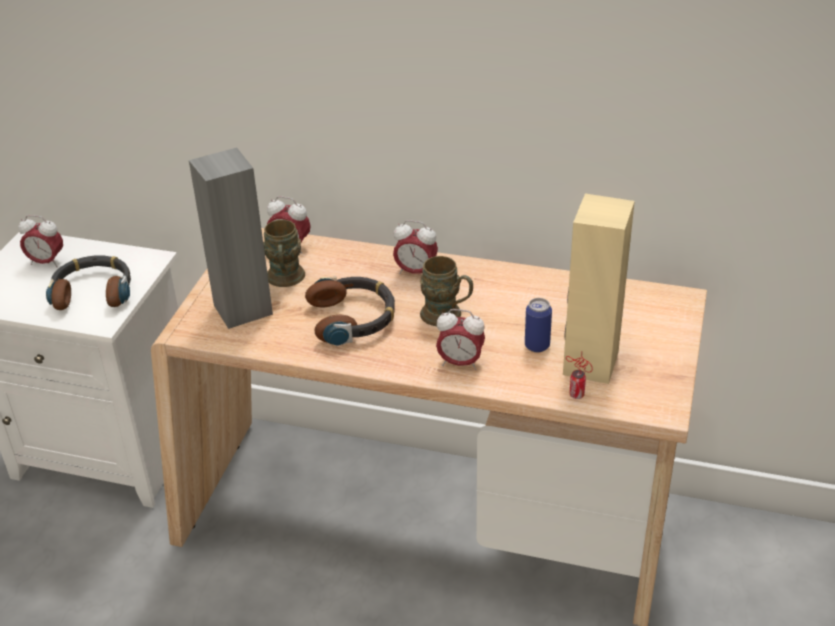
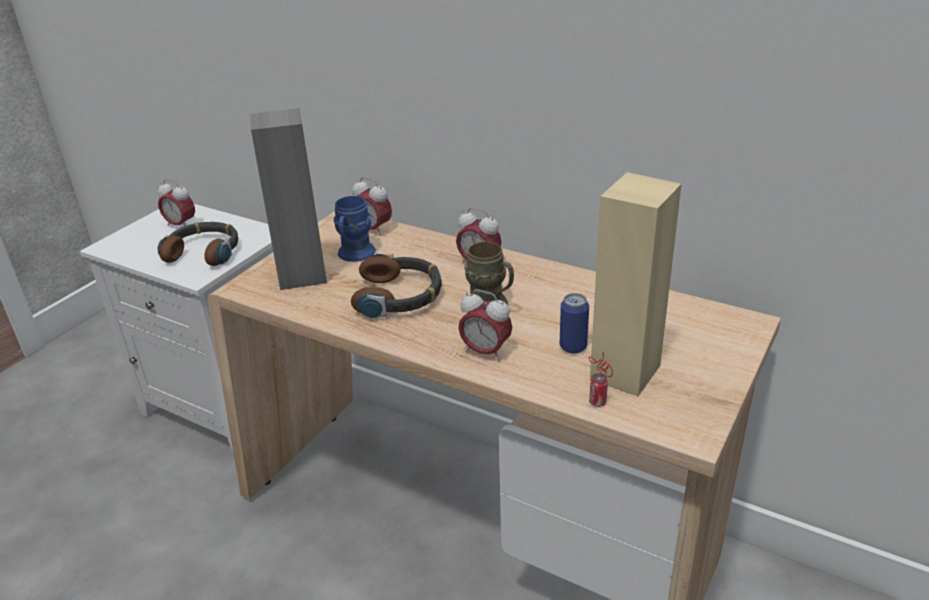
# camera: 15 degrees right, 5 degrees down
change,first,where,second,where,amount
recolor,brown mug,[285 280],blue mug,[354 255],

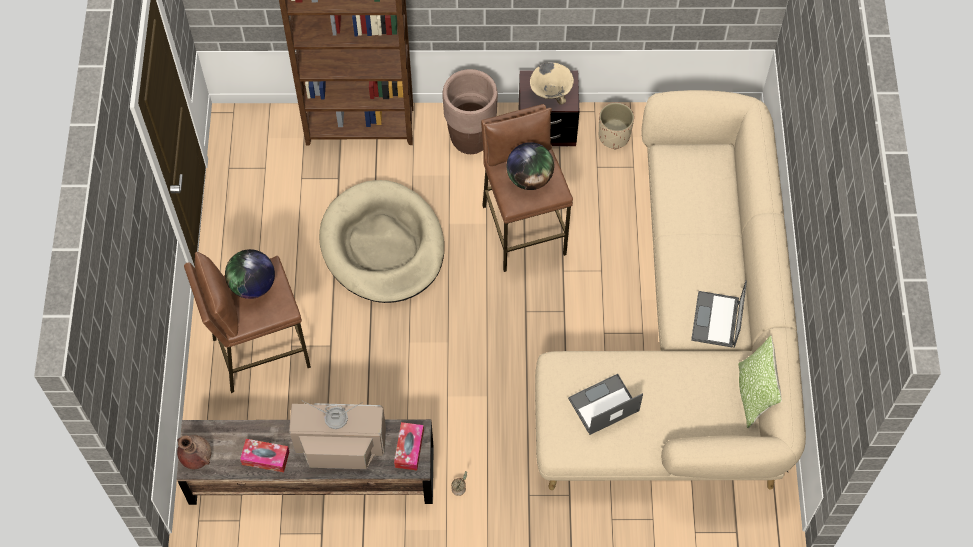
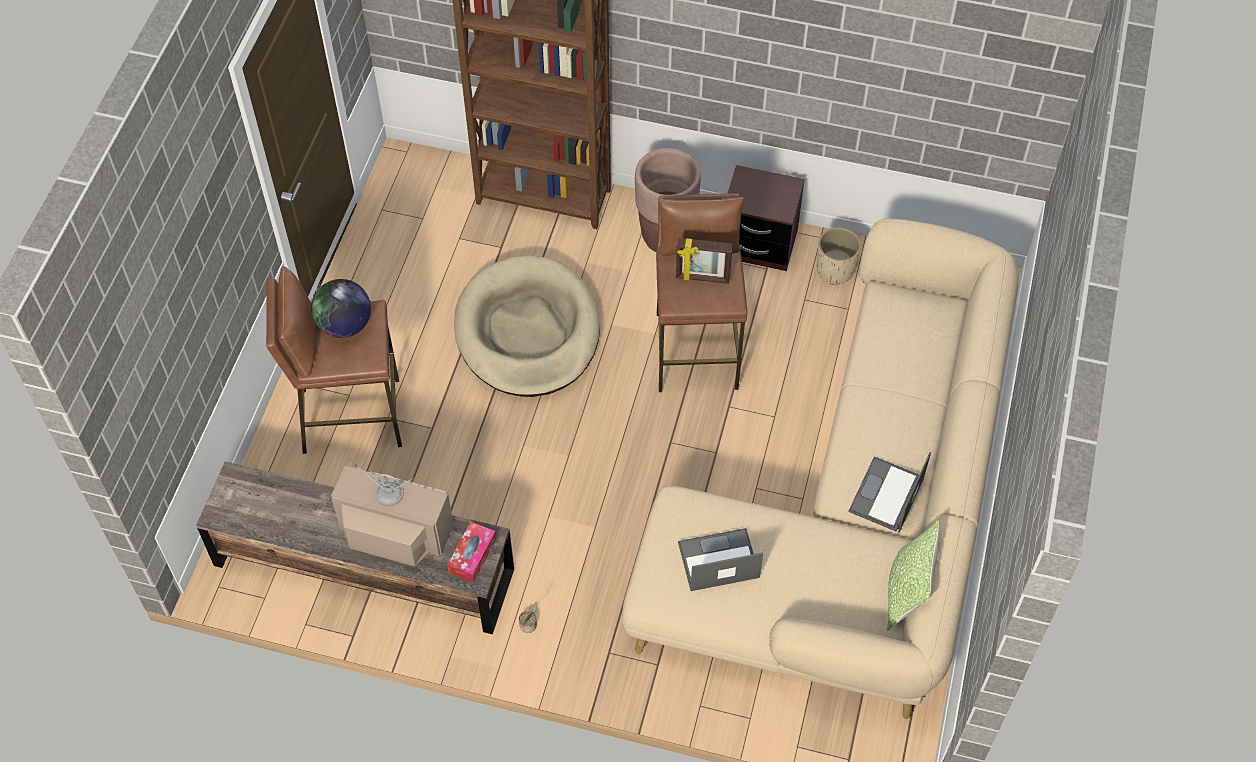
# camera: 15 degrees right, 5 degrees down
change,first,where,second,where,amount
delete,brown vase,[196 457],,,
delete,tissue box,[265 458],,,
delete,beige bowl,[551 91],,,
replace,globe,[529 178],picture frame,[702 278],

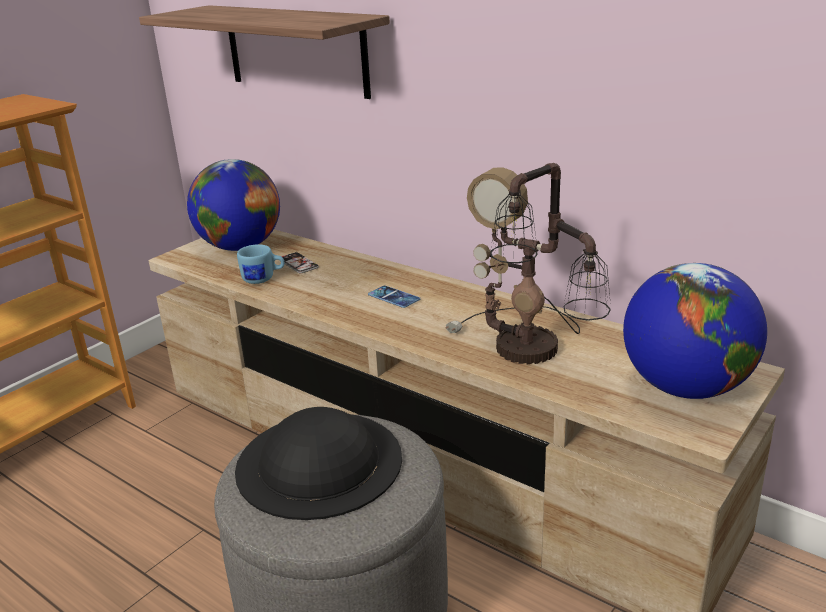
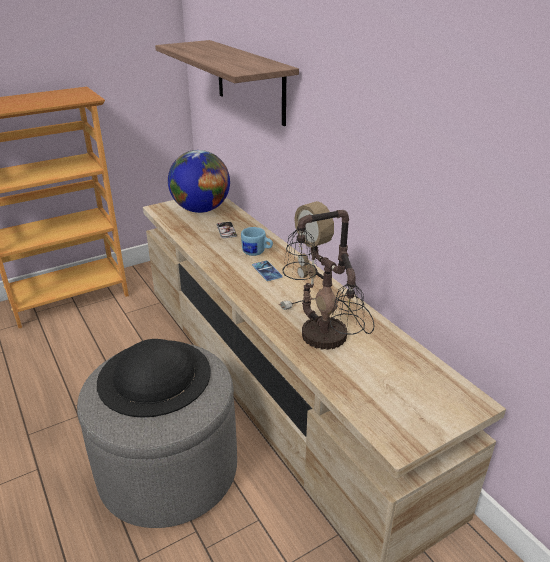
# camera: 20 degrees right, 5 degrees up
change,first,where,second,where,amount
delete,globe,[686 387],,,
move,blue mug,[263 279],,[257 253],

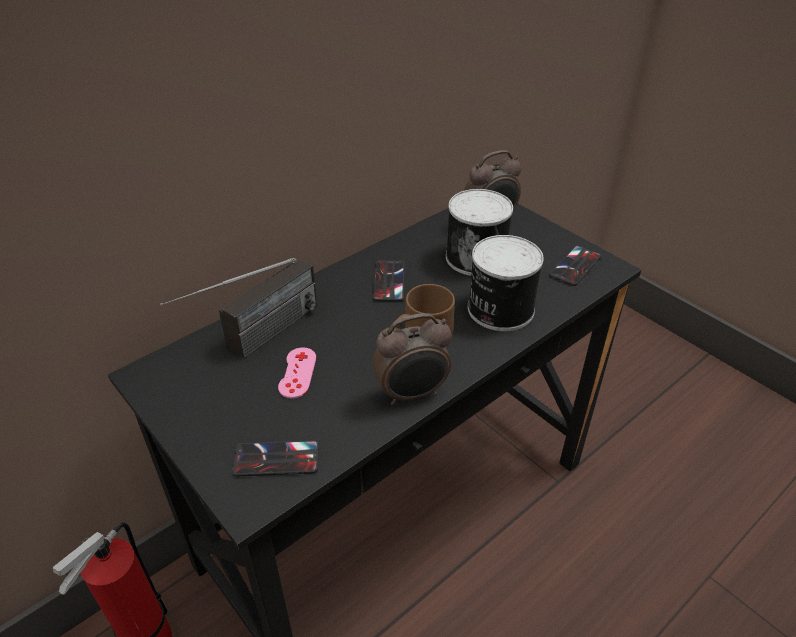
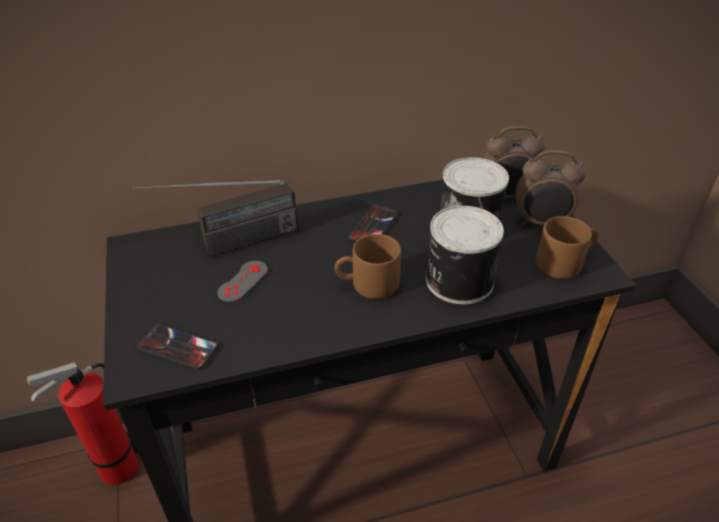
# camera: 25 degrees right, 0 degrees up
change,first,where,second,where,amount
move,alarm clock,[412 394],,[541 223],
replace,phone,[575 266],brown mug,[564 261],
recolor,pink game controller,[297 372],grey game controller,[243 281],

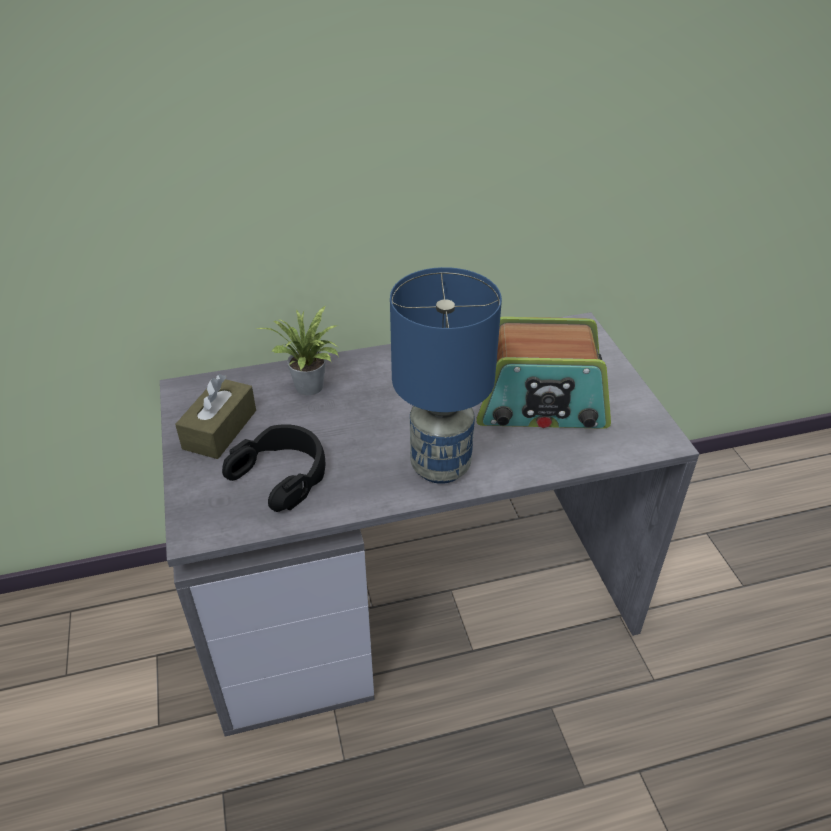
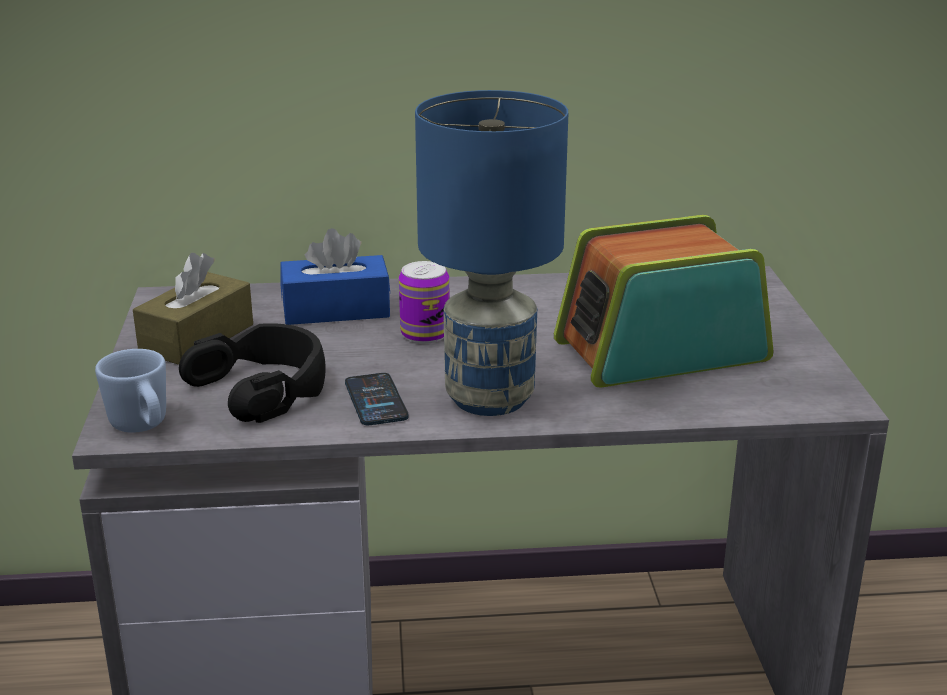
# camera: 10 degrees right, 15 degrees down
change,first,where,second,where,amount
insert,,,blue mug,[142 427],
insert,,,phone,[376 400],
insert,,,can,[425 334],
replace,potted plant,[310 389],blue tissue box,[336 310],
rotate,radio,[540 405],,[659 350],150 degrees clockwise

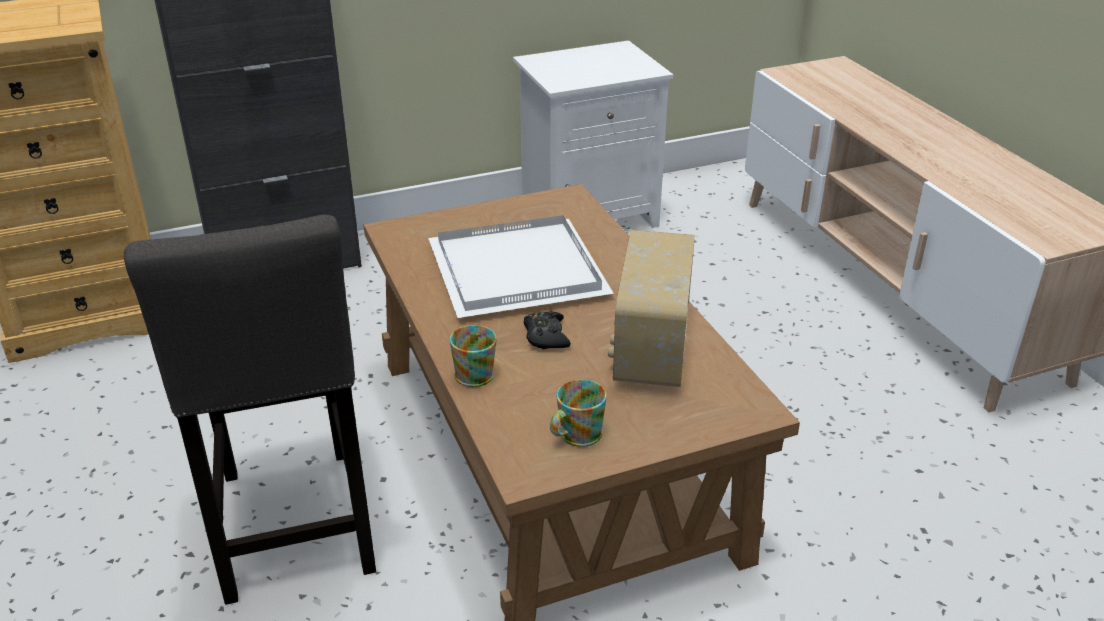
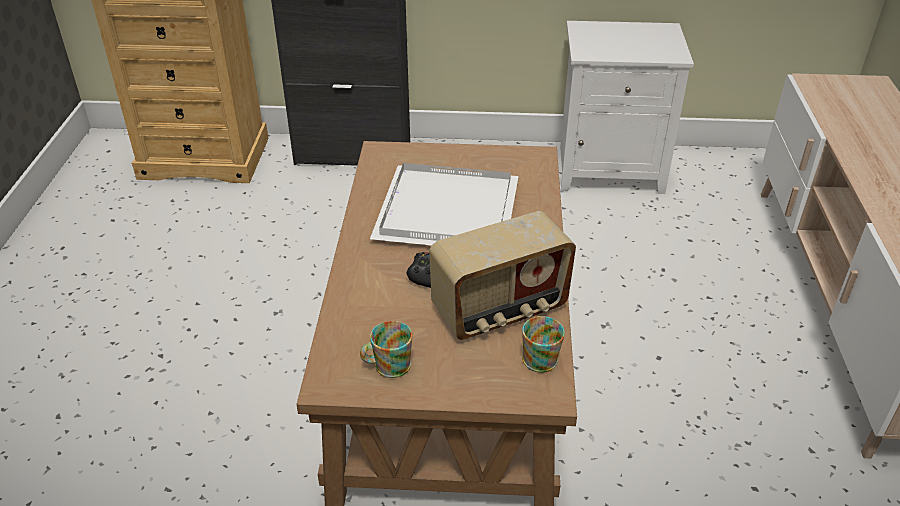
# camera: 25 degrees right, 5 degrees up
change,first,where,second,where,amount
delete,grey stool,[294 531],,,
move,mug,[476 372],,[543 357],
rotate,radio,[649 350],,[500 311],150 degrees counterclockwise

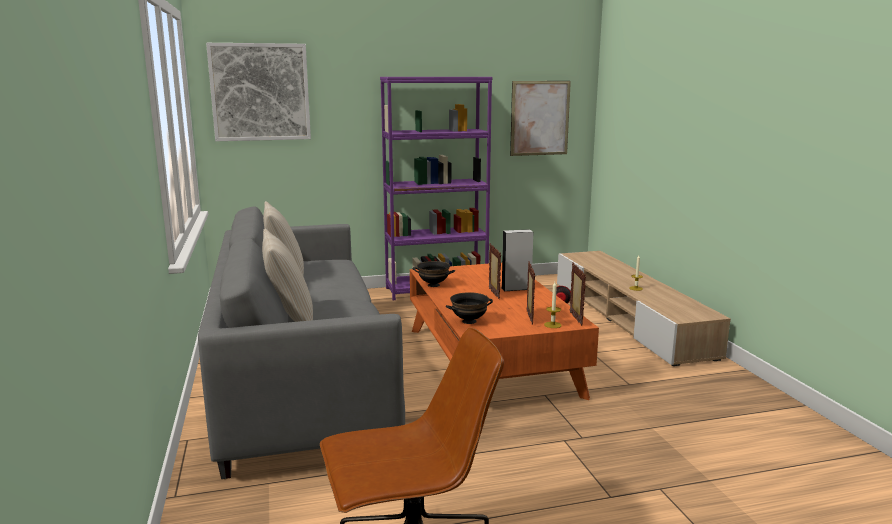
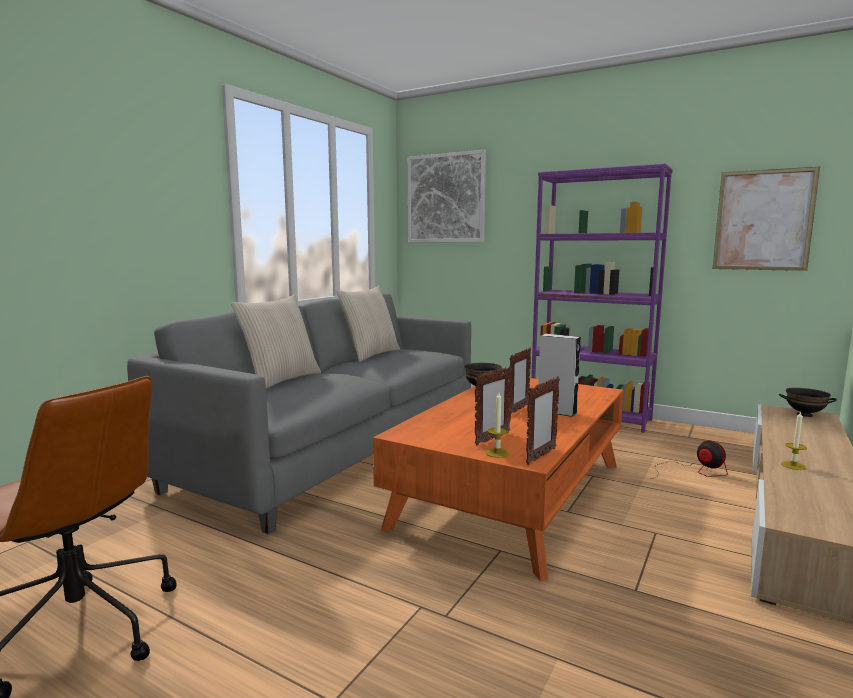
# camera: 45 degrees right, 5 degrees down
change,first,where,second,where,amount
move,black bowl,[469 321],,[804 414],

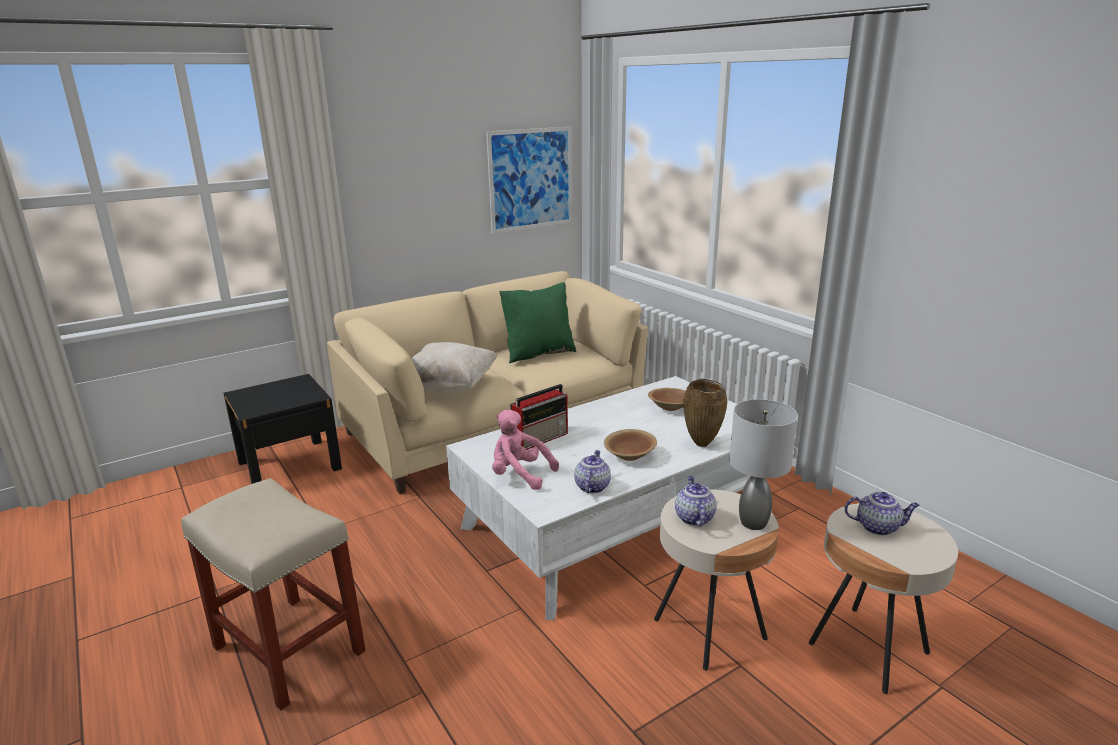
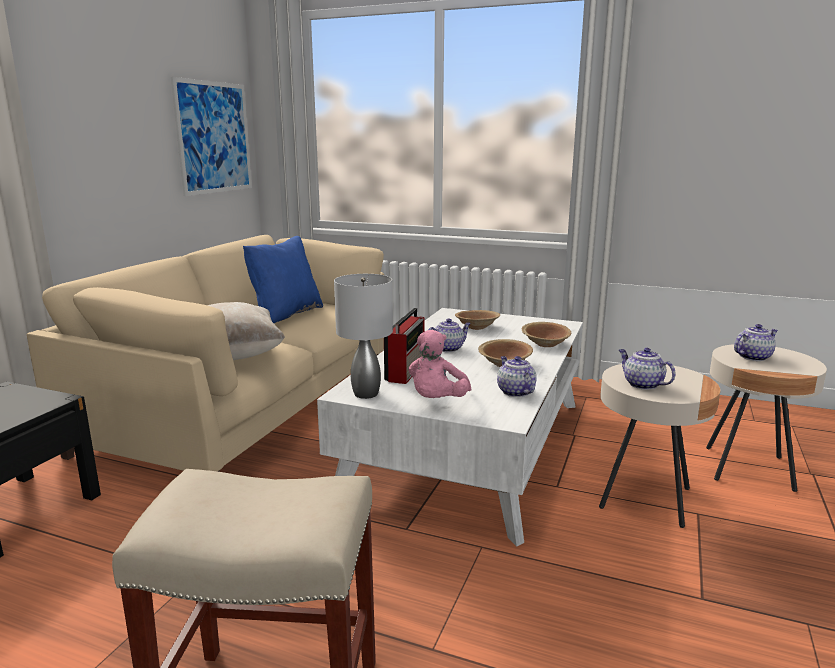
# camera: 35 degrees left, 5 degrees down
change,first,where,second,where,amount
insert,,,teapot,[448 348],
move,grey table lamp,[754 522],,[366 393],
replace,brown vase,[702 444],brown bowl,[545 344],
recolor,green pillow,[538 353],blue pillow,[285 314],
rotate,pink plush toy,[519 475],,[437 401],60 degrees counterclockwise

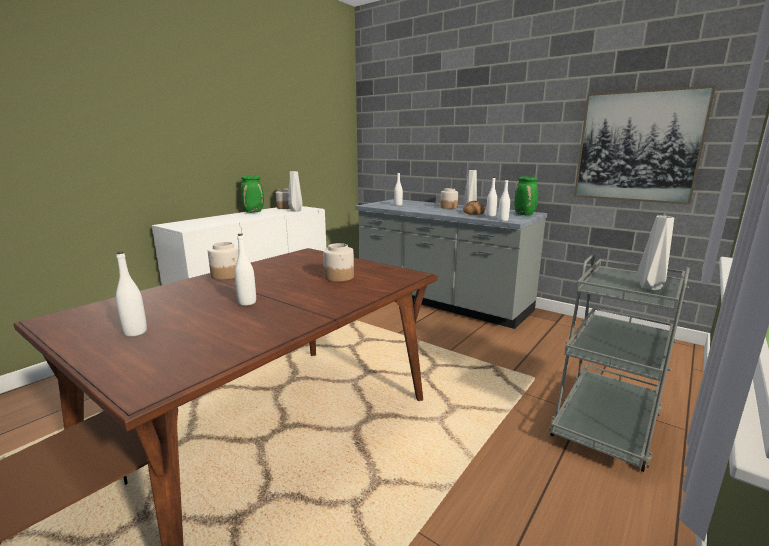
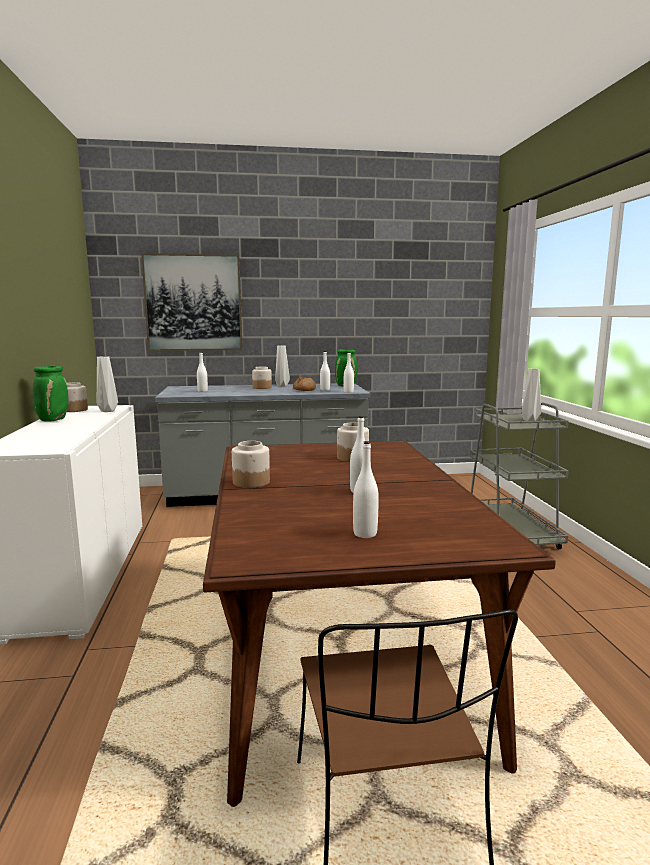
# camera: 45 degrees left, 5 degrees down
change,first,where,second,where,amount
move,picture,[637 147],,[193 303],

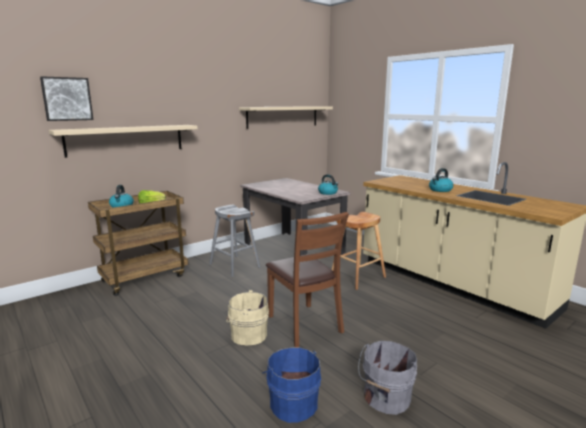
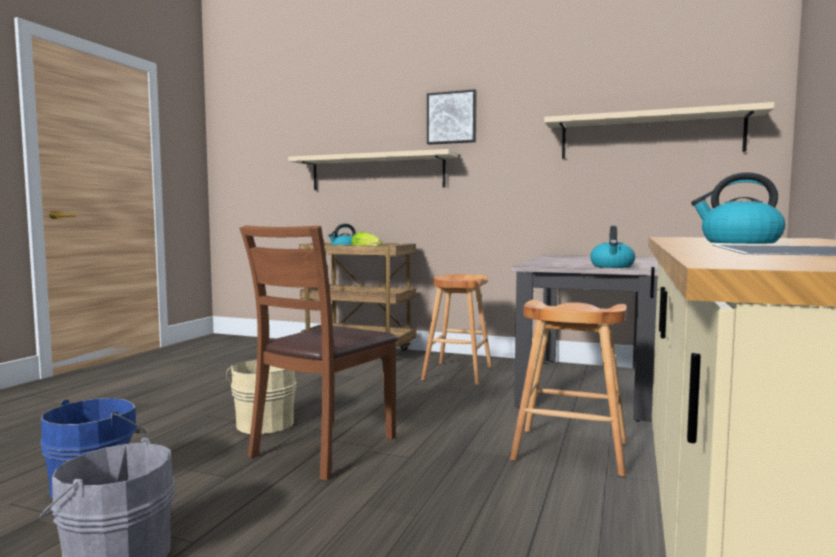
# camera: 60 degrees right, 10 degrees down
change,first,where,second,where,amount
move,picture,[67 99],,[452 118],
recolor,grey stool,[234 266],brown stool,[458 373],

